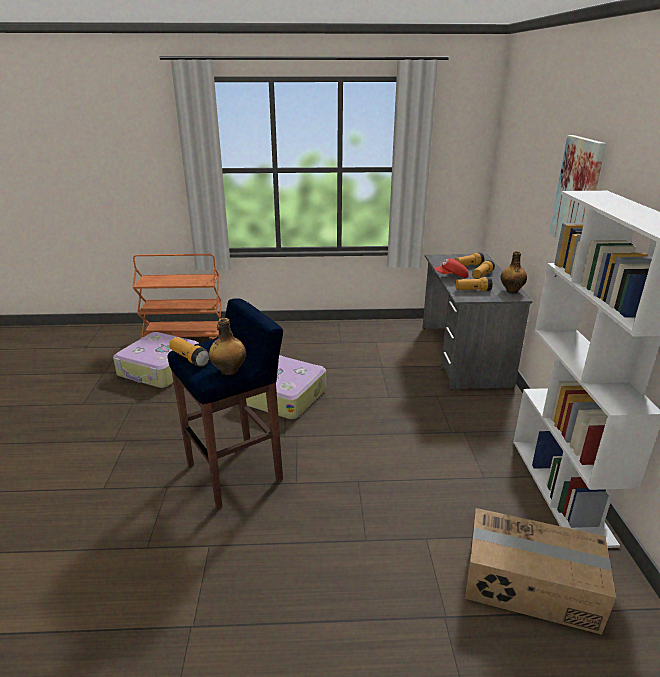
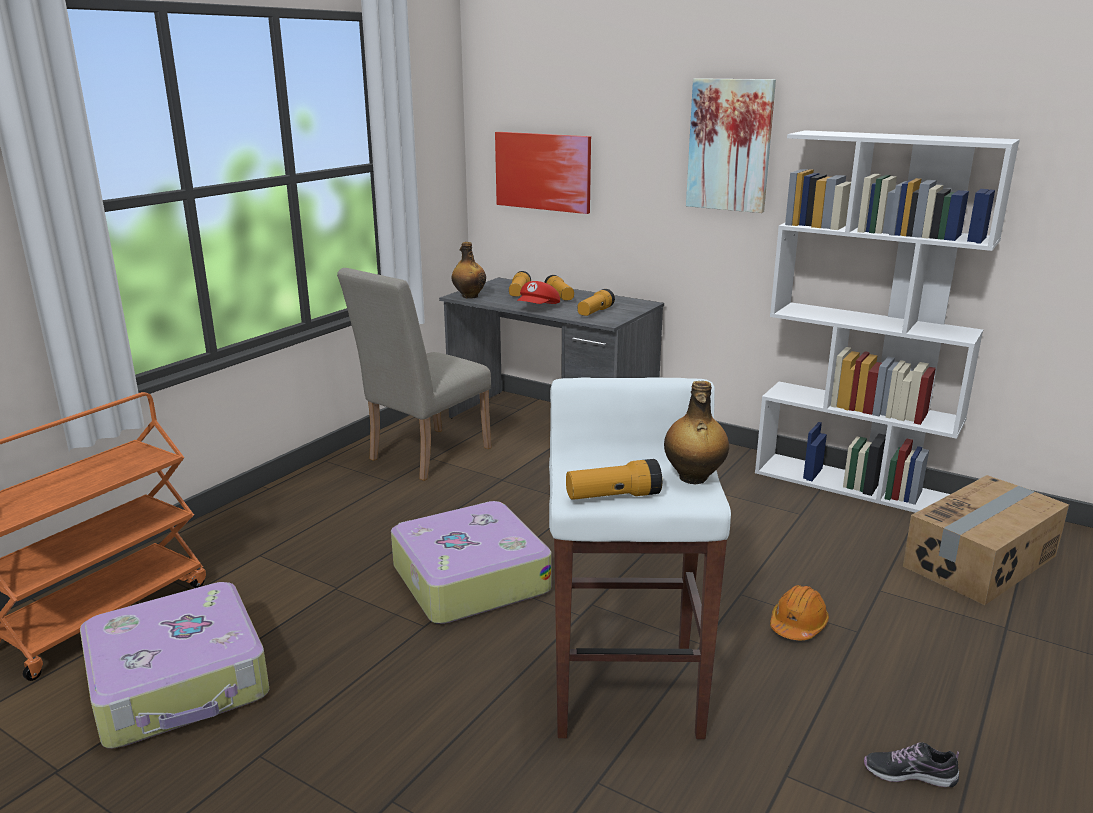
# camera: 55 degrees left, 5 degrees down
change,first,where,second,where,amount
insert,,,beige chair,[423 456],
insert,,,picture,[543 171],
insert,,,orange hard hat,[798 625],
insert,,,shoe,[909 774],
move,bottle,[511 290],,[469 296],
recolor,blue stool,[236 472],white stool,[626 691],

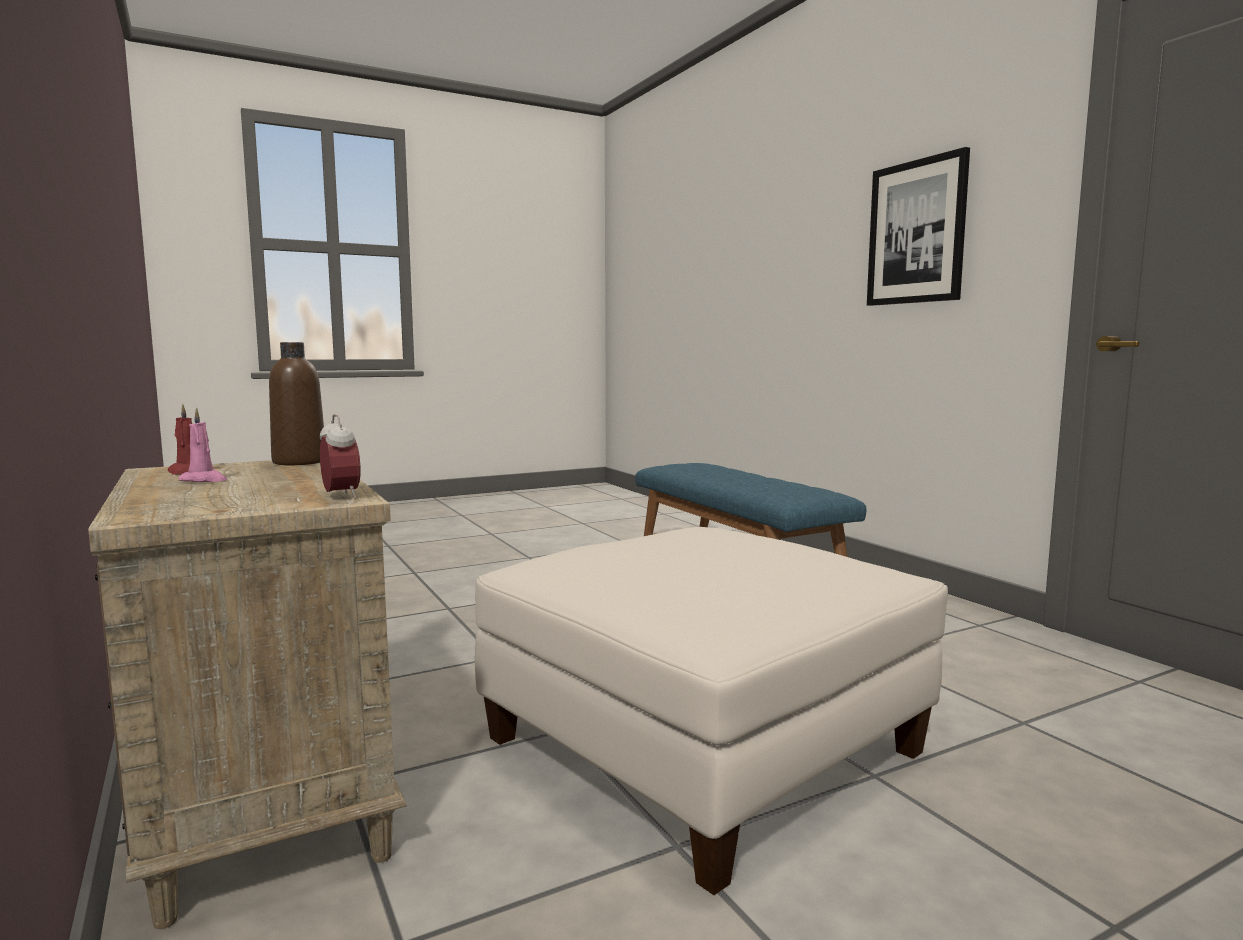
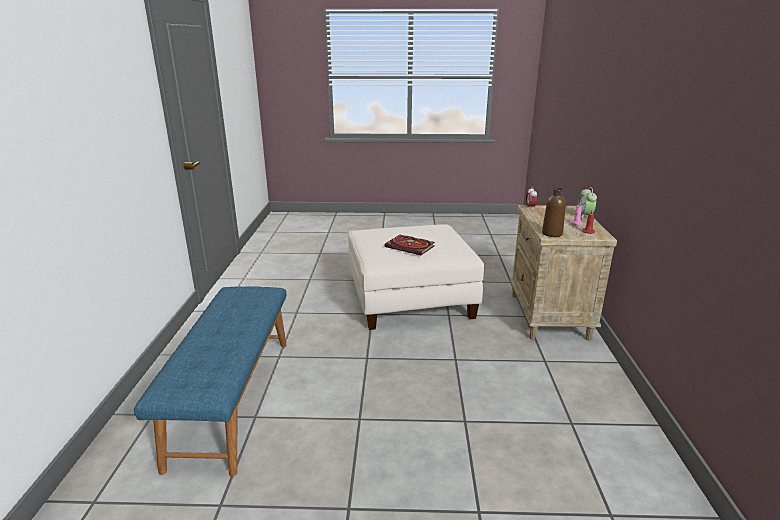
# camera: 150 degrees left, 15 degrees up
change,first,where,second,where,amount
delete,picture,[916 232],,,
insert,,,book,[411 247],
insert,,,alarm clock,[584 216],

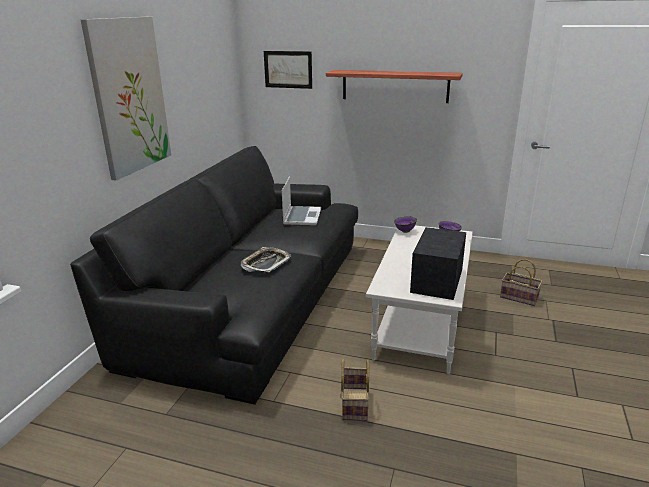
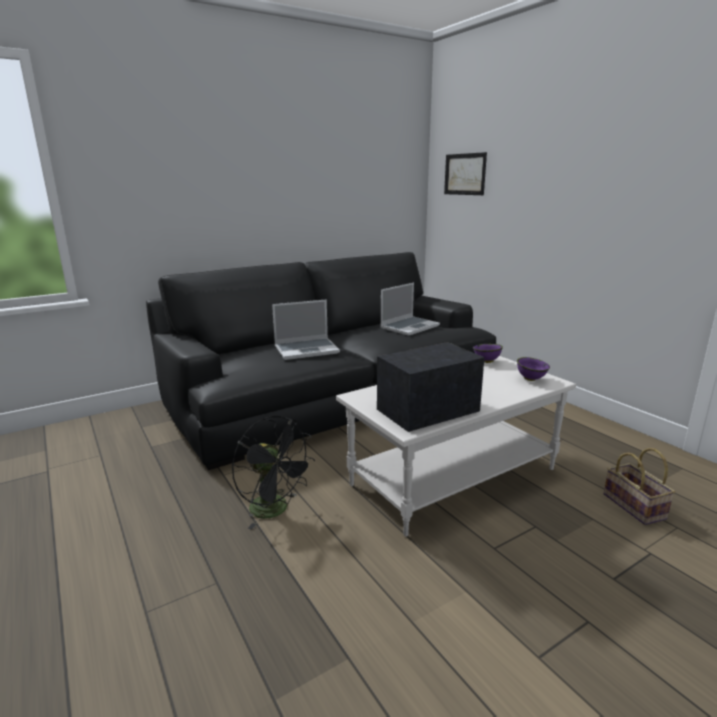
# camera: 40 degrees right, 5 degrees down
change,first,where,second,where,amount
delete,picture,[129 96],,,
delete,shelf,[395 86],,,
replace,tray,[266 263],laptop,[307 350],
replace,basket,[354 403],black fan,[275 510],

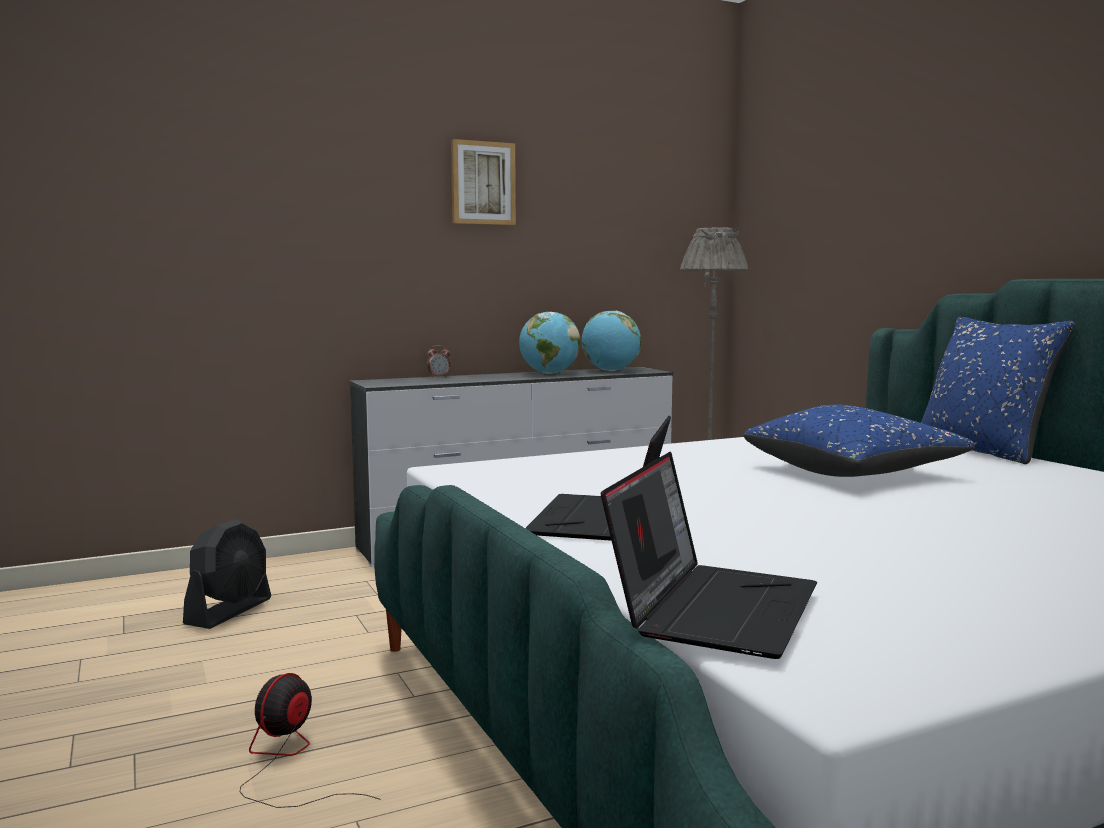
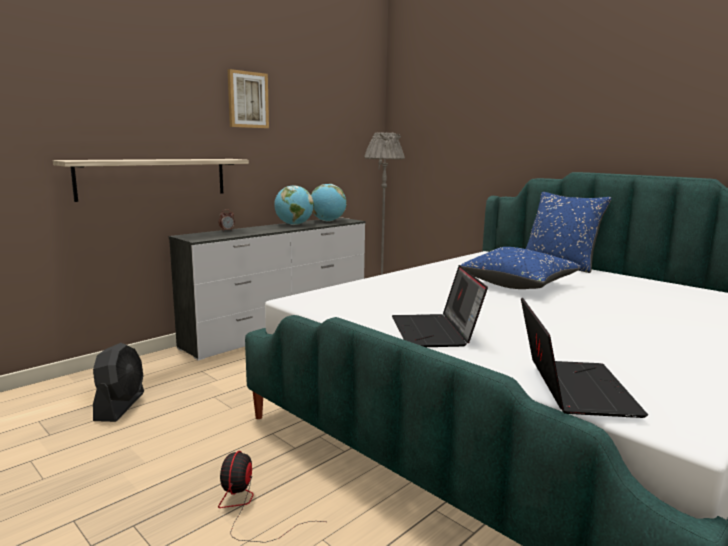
# camera: 20 degrees left, 5 degrees up
change,first,where,second,where,amount
insert,,,shelf,[154 178],

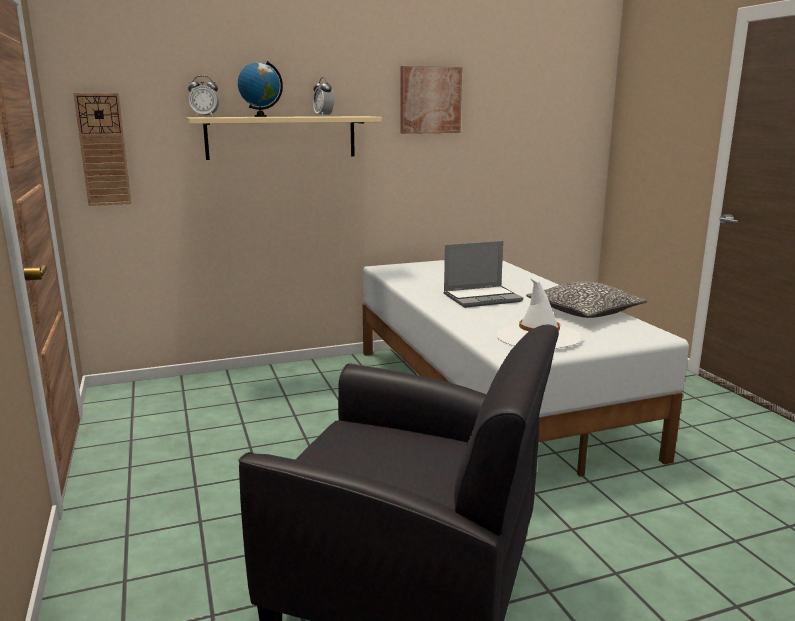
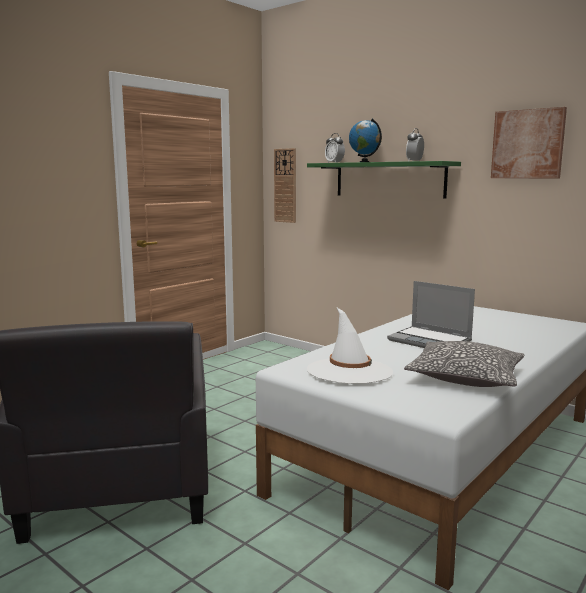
# camera: 60 degrees right, 5 degrees down
change,first,where,second,where,amount
recolor,beige shelf,[281 137],green shelf,[389 179],

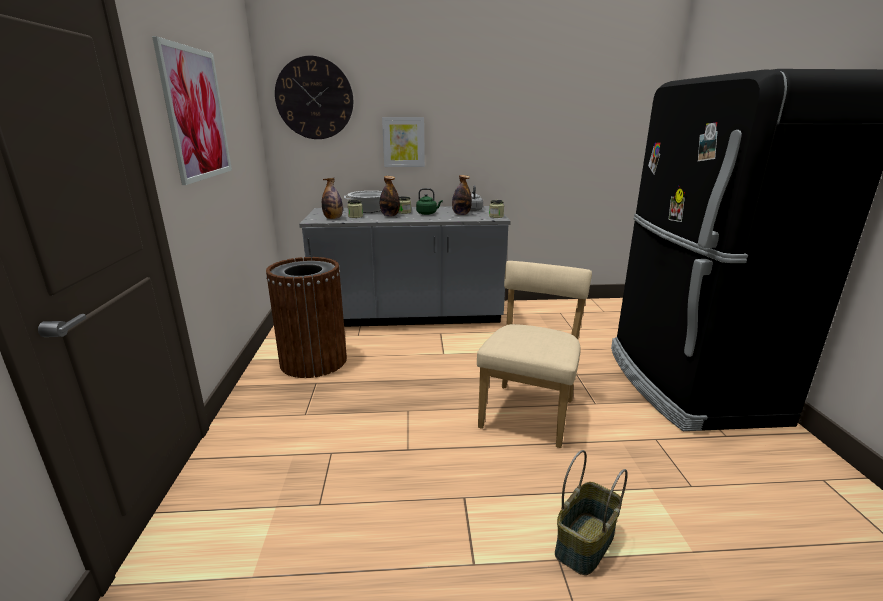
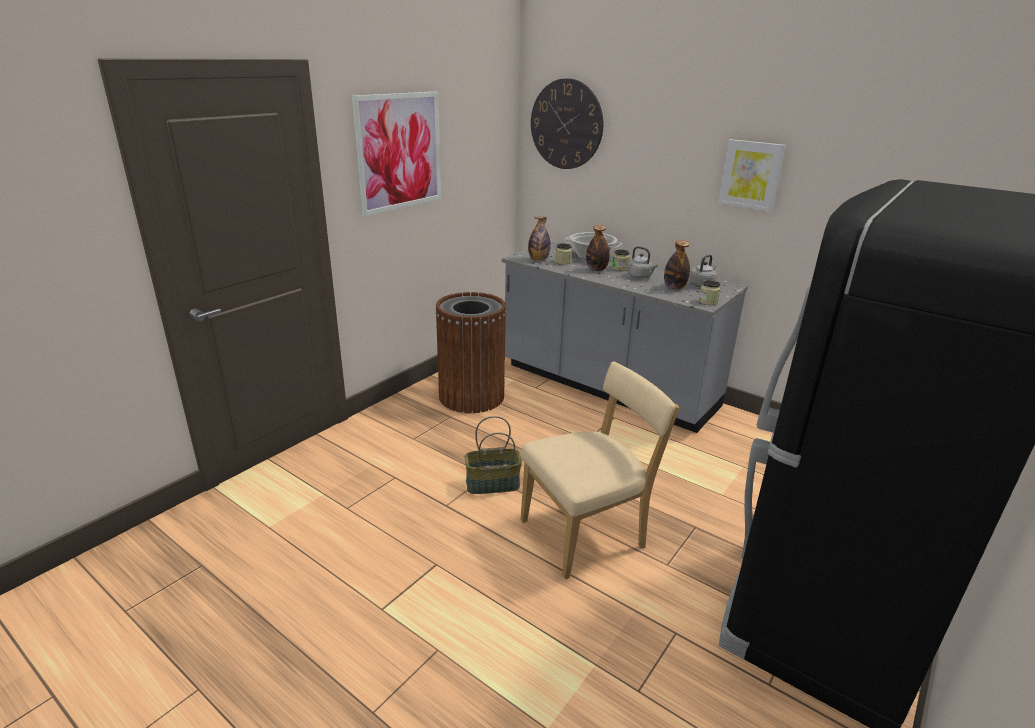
# camera: 40 degrees right, 5 degrees up
change,first,where,second,where,amount
move,picture,[403 142],,[751 175],
move,basket,[586 544],,[492 485],
recolor,green kettle,[427 213],grey kettle,[640 277],

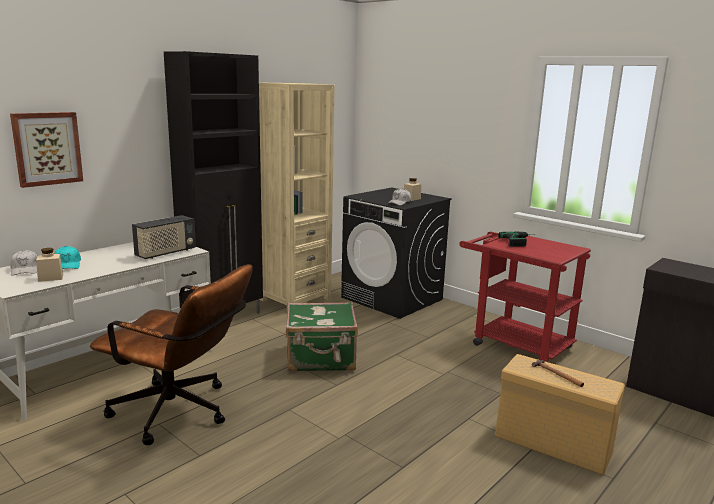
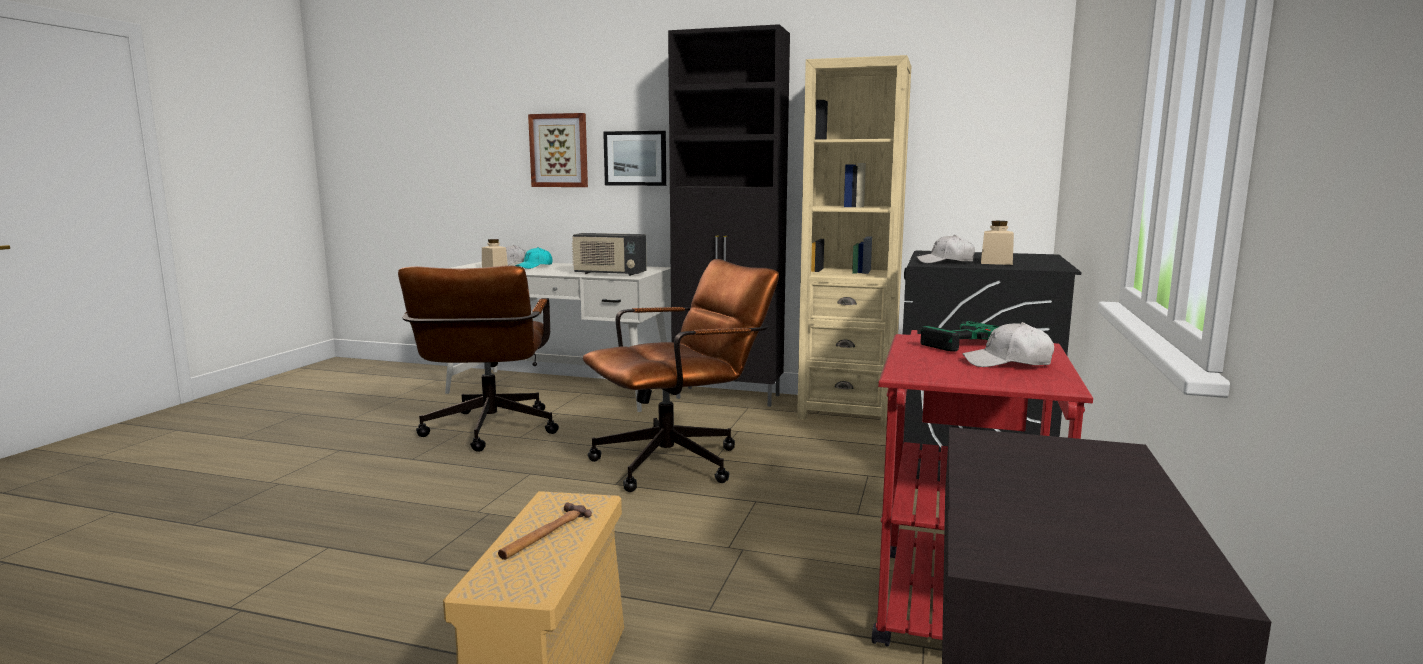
# camera: 65 degrees right, 5 degrees down
change,first,where,second,where,amount
insert,,,picture,[635 158],
insert,,,white cap,[1007 363],
replace,green suitcase,[321 359],brown office chair,[680 461],

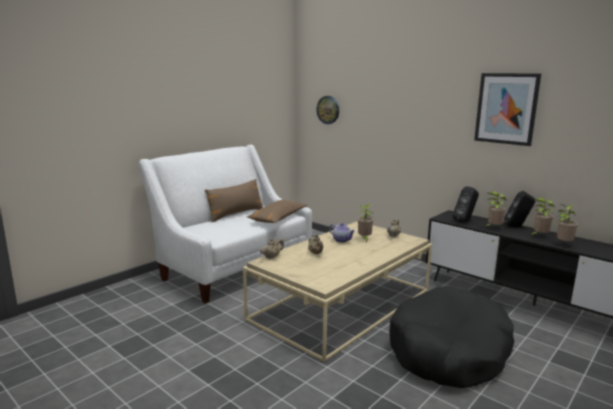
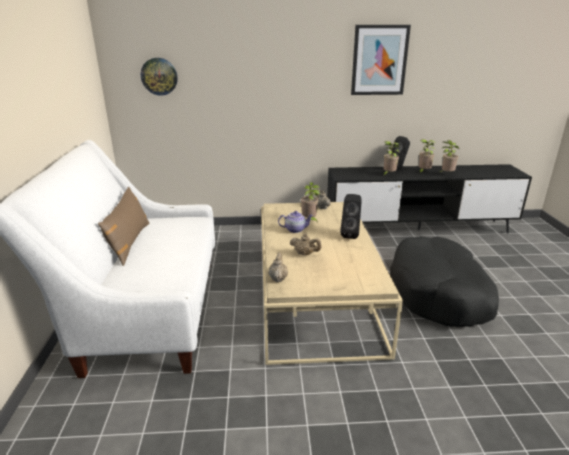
# camera: 45 degrees left, 10 degrees up
change,first,where,second,where,amount
delete,brown pillow,[277 218],,,
move,black speaker,[465 221],,[350 234],

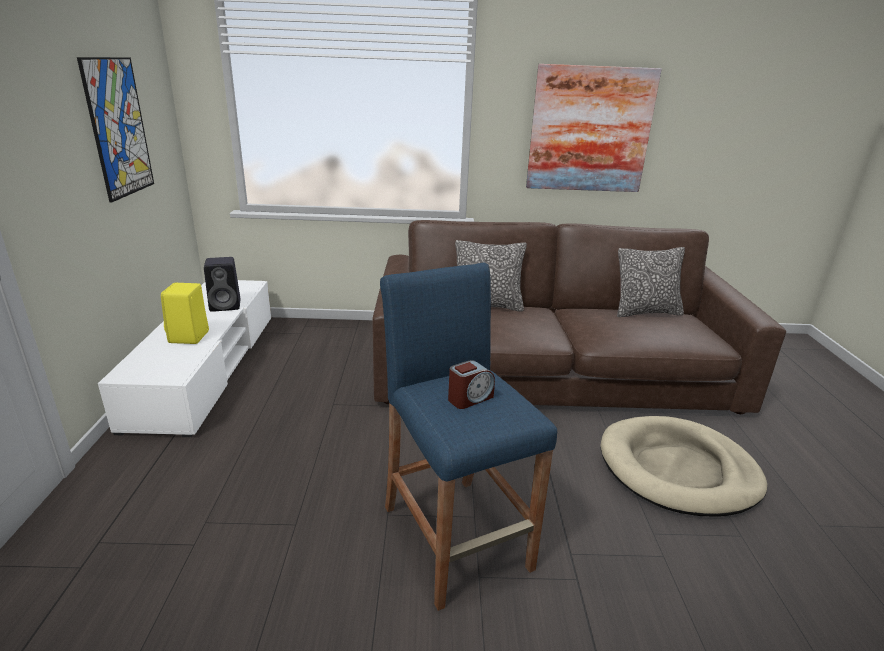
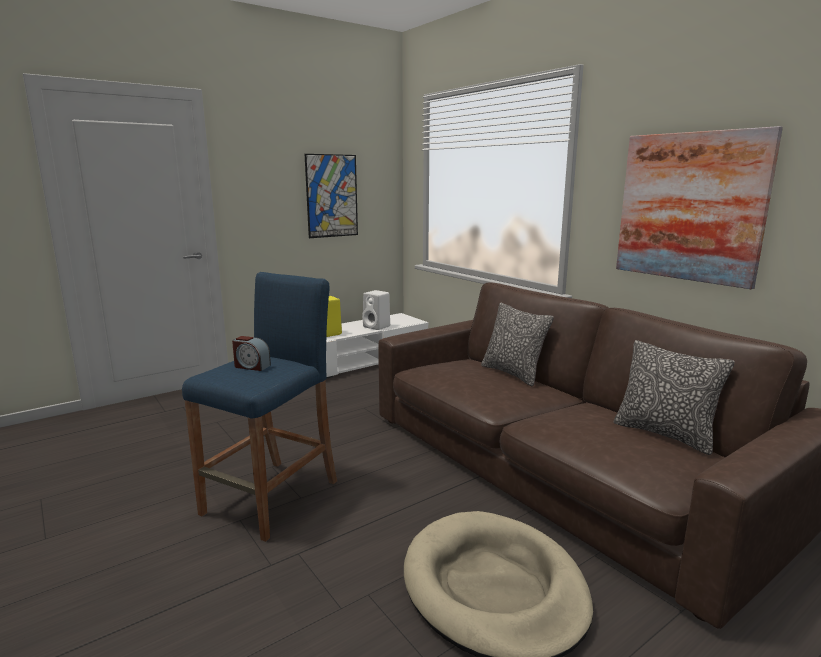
# camera: 55 degrees right, 10 degrees down
change,first,where,second,where,amount
recolor,black speaker,[226 305],white speaker,[377 327],

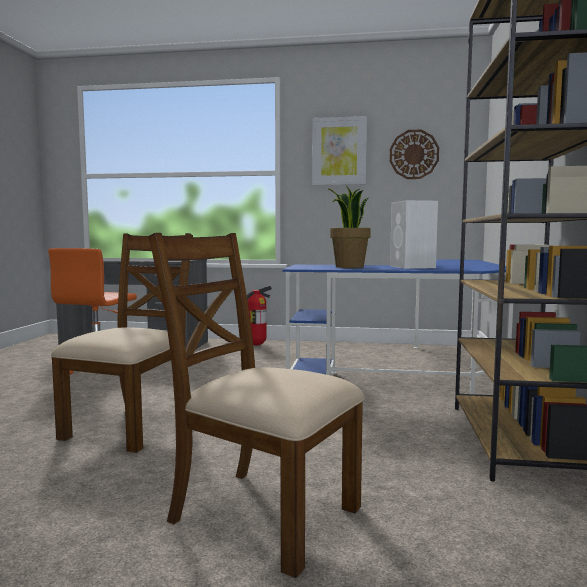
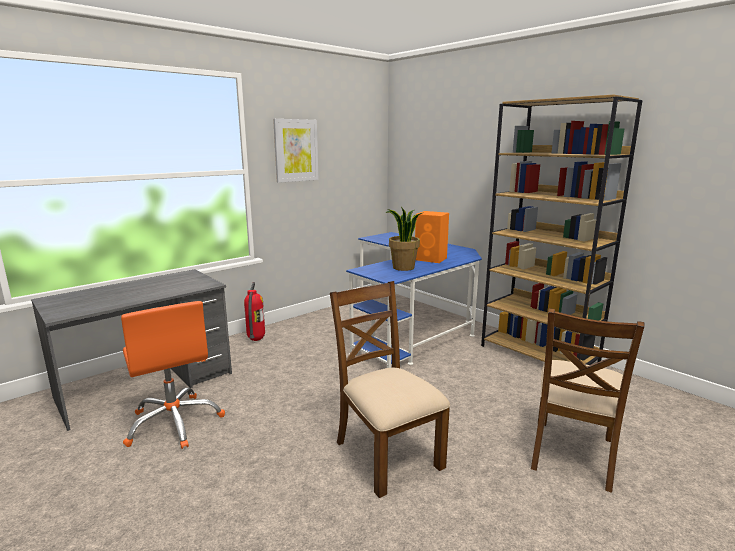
# camera: 50 degrees left, 10 degrees up
change,first,where,second,where,amount
delete,wall clock,[414 154],,,
recolor,white speaker,[412 267],orange speaker,[431 259],
rotate,brown chair,[262 514],,[572 453],45 degrees counterclockwise

